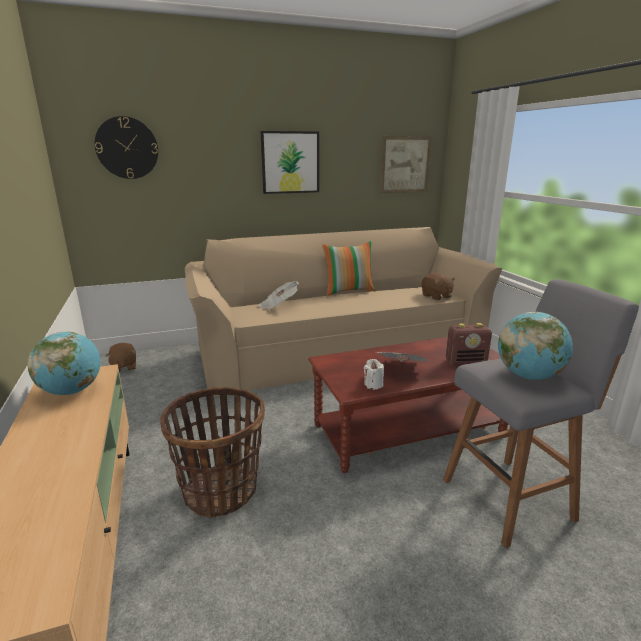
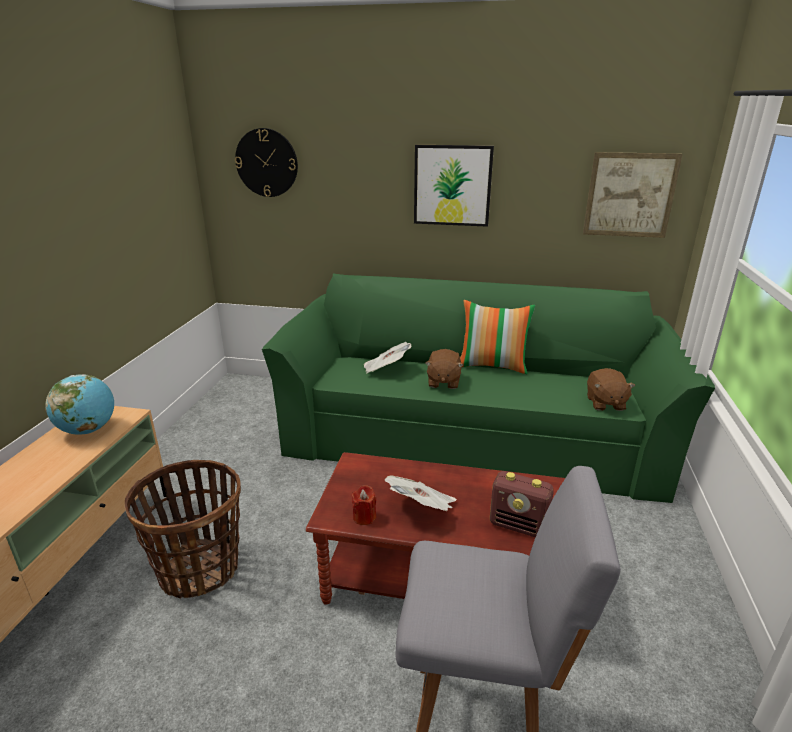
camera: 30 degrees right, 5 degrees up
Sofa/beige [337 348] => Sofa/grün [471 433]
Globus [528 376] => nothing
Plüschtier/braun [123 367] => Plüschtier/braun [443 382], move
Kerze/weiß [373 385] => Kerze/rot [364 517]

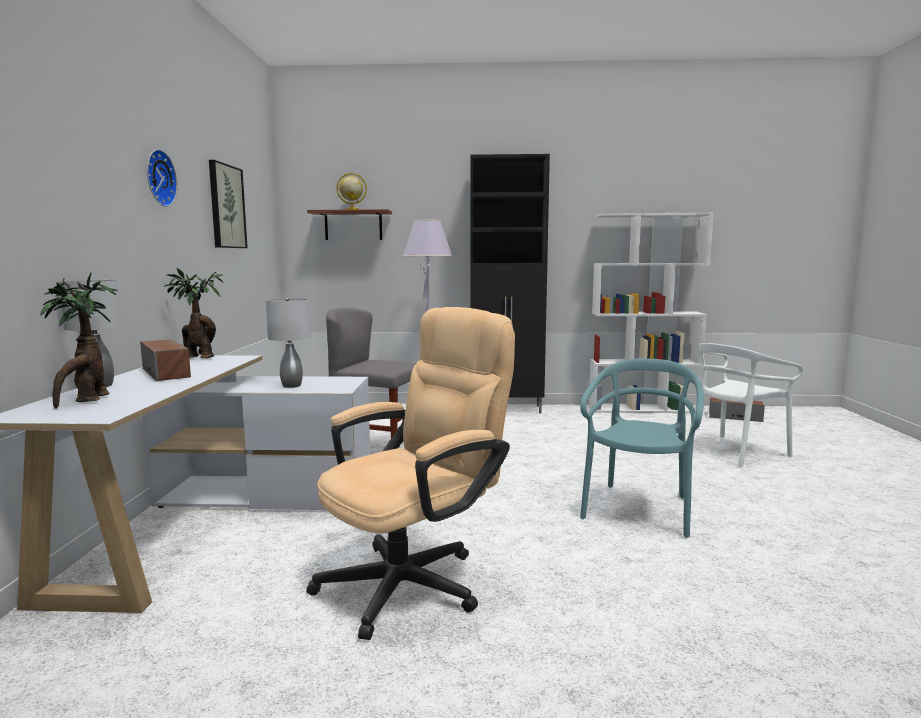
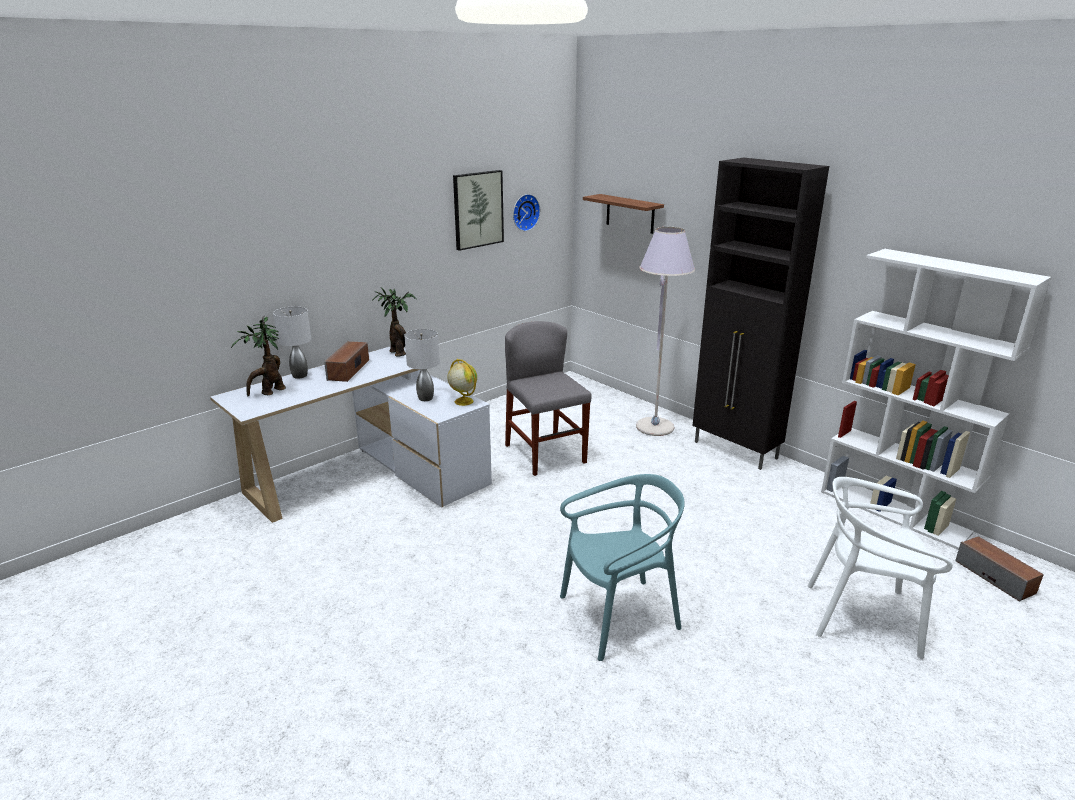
camera: 45 degrees right, 15 degrees up
Wanduhr [158 178] => Wanduhr [524 212], move
Globus [351 210] => Globus [463 401], move
Bürostuhl/beige [415 580] => nothing

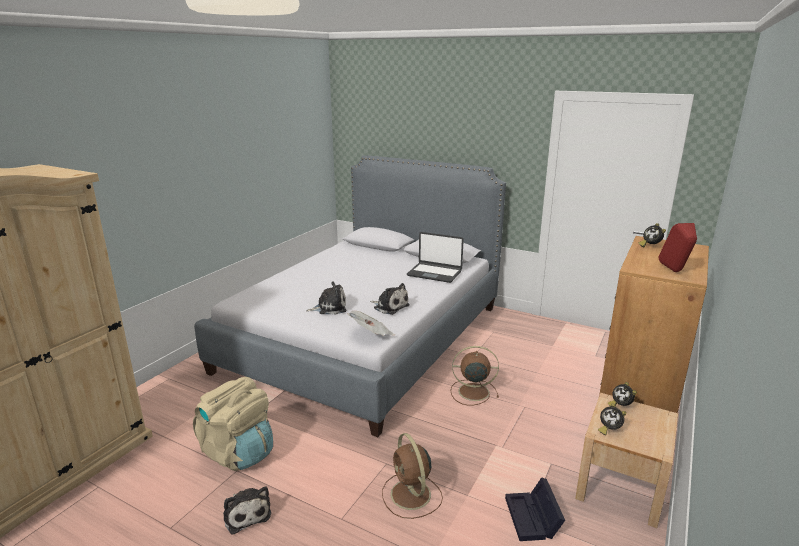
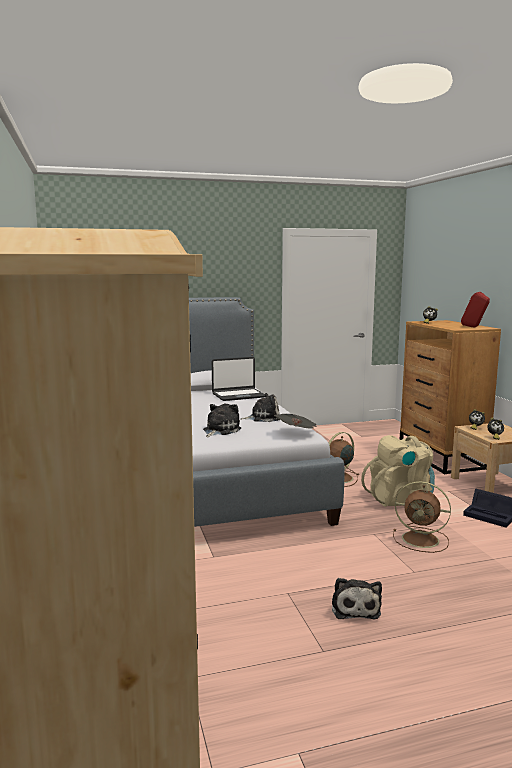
camera: 45 degrees left, 10 degrees down
Rucksack/beige [238 452] => Rucksack/beige [400 499], move
Plüschtier [246 513] => Plüschtier [355 607], 75 degrees clockwise

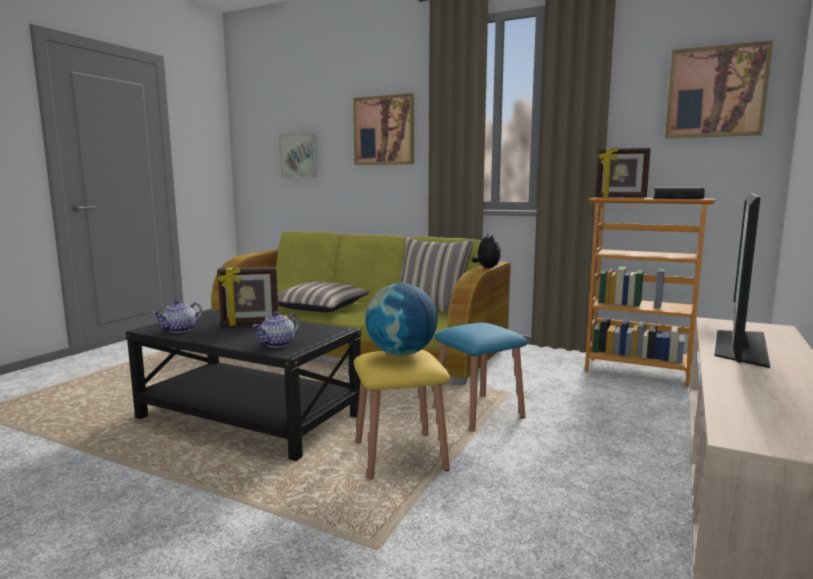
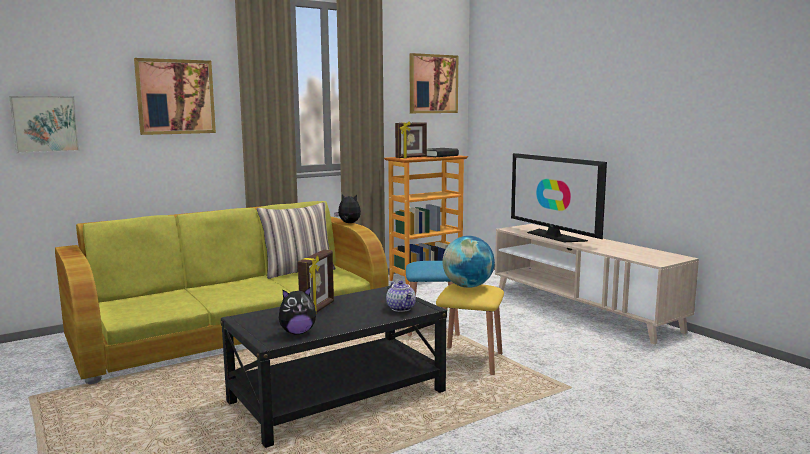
camera: 60 degrees left, 0 degrees up
Kissen [319 308] => nothing
Teekanne [179 330] => Plüschtier [297 332]

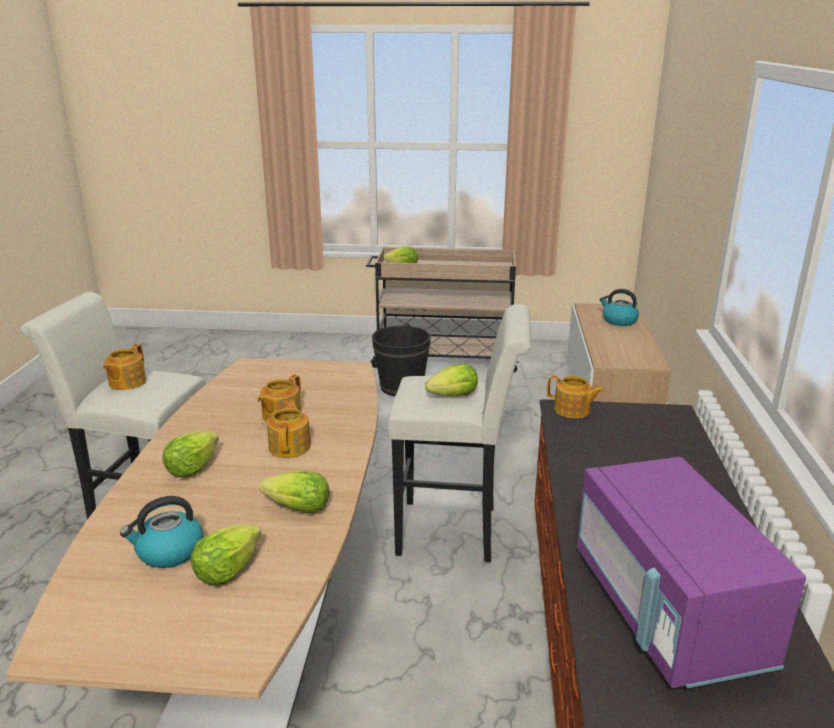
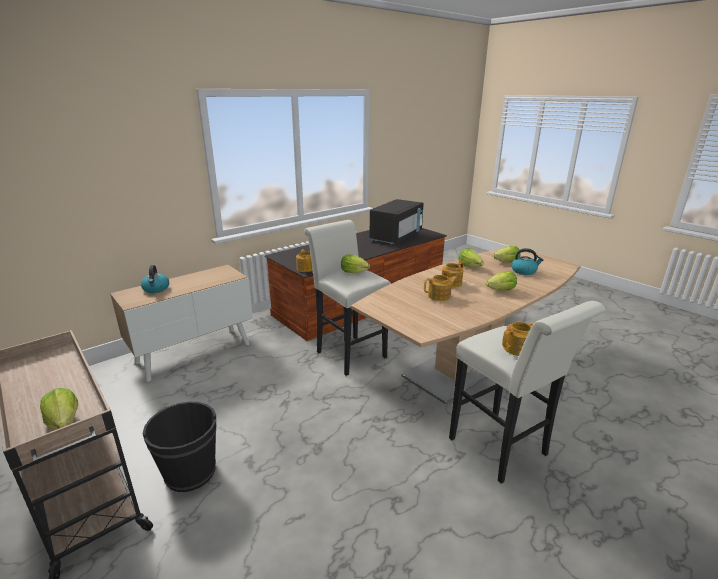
camera: 135 degrees left, 0 degrees up
Mikrowelle/lila [667 611] => Mikrowelle/schwarz [396 237]

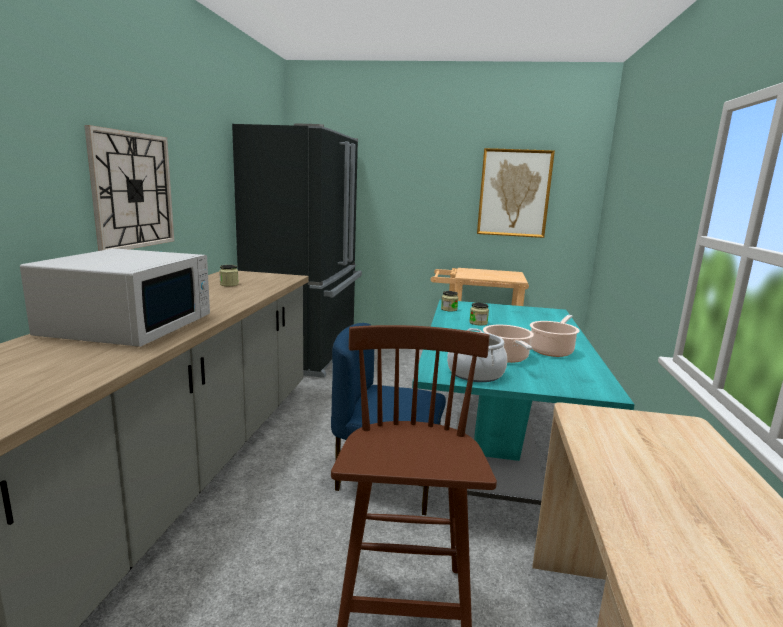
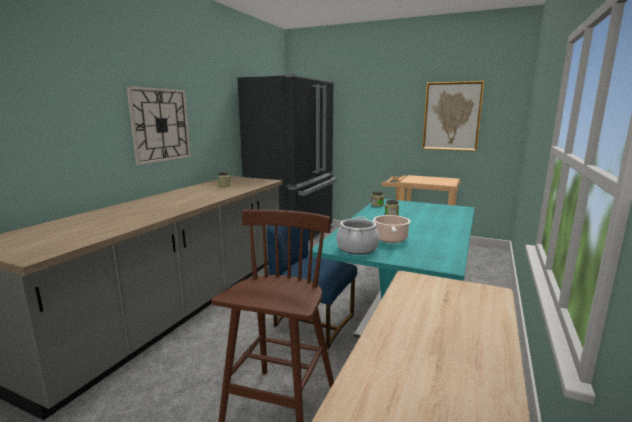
camera: 15 degrees right, 0 degrees up
Mikrowelle/weiß [130 325] => nothing
Kochtopf [552 350] => nothing

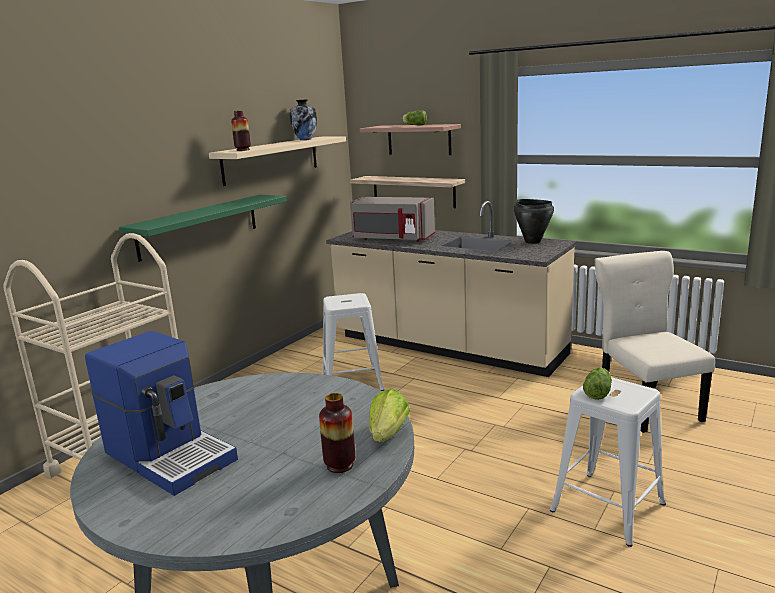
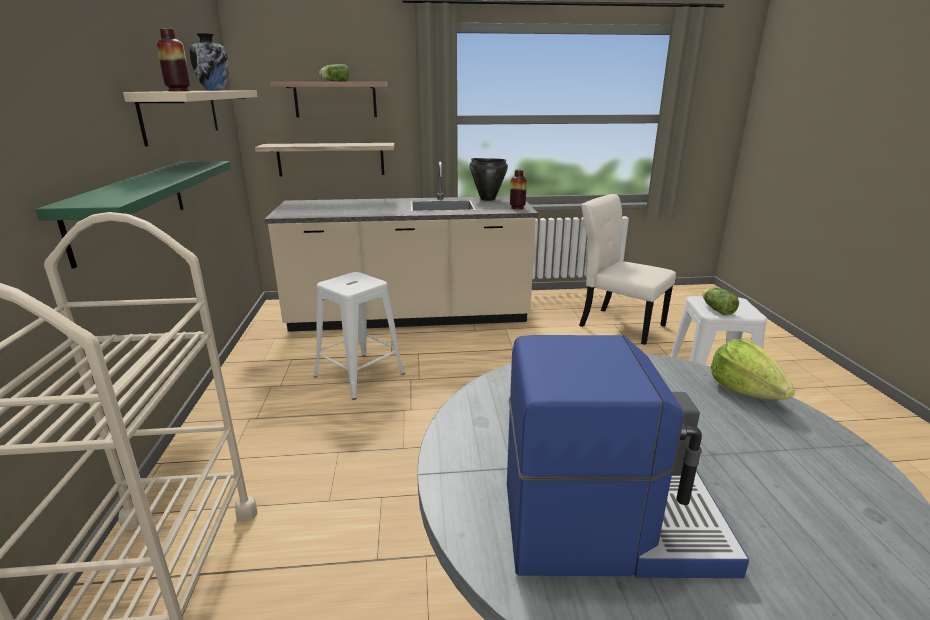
camera: 40 degrees left, 5 degrees up
Mikrowelle/grau [392 239] => nothing
Vase [340 465] => Vase [517 208], move

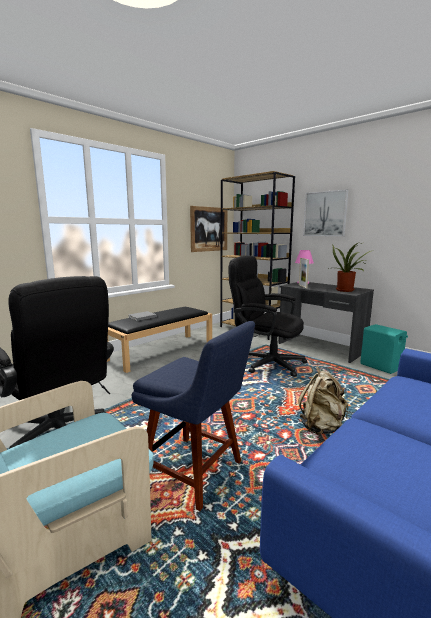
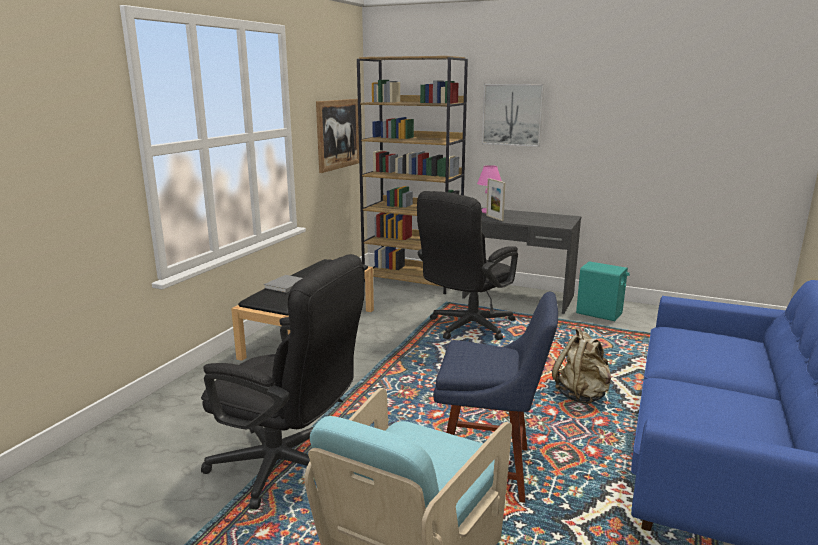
camera: 20 degrees left, 5 degrees up
Topfpflanze [346 290] => nothing
Bürostuhl/schwarz [265 362] => Bürostuhl/schwarz [466 328], 60 degrees counterclockwise

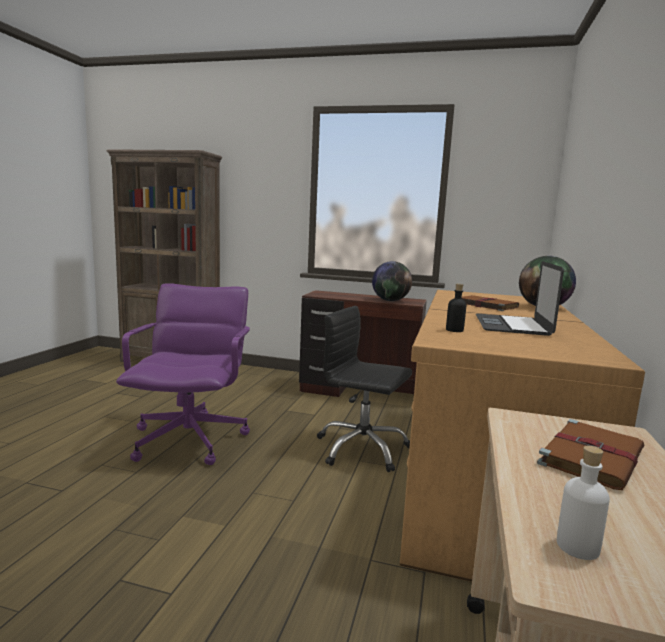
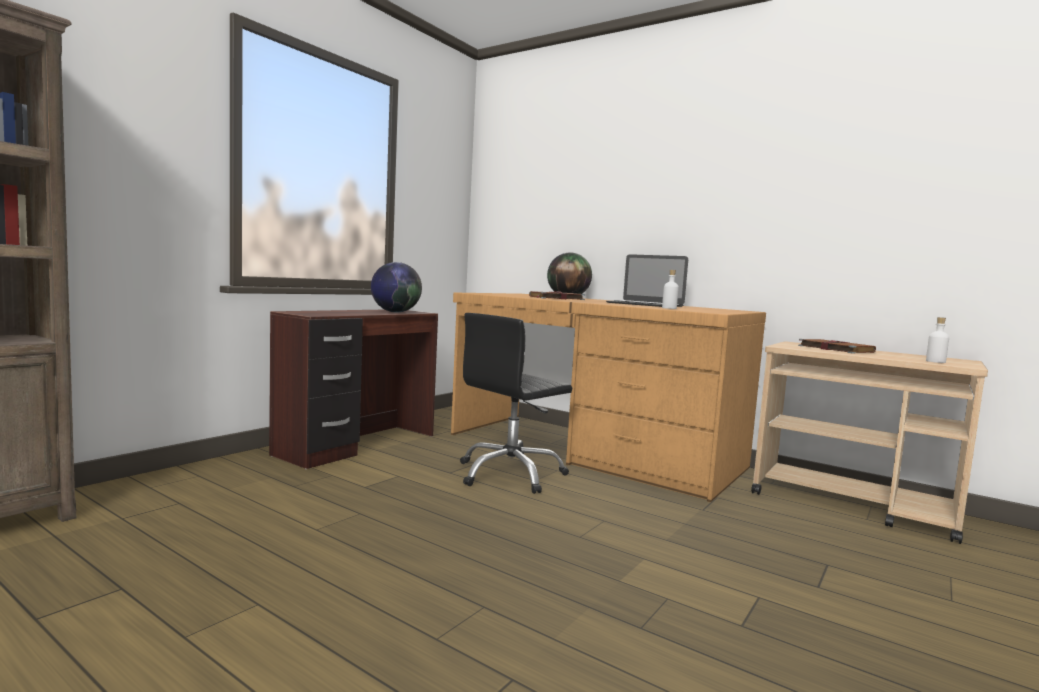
camera: 70 degrees left, 5 degrees down
Bürostuhl/lila [190 439] => nothing
Flasche/schwarz [454 330] => Flasche/weiß [669 308]

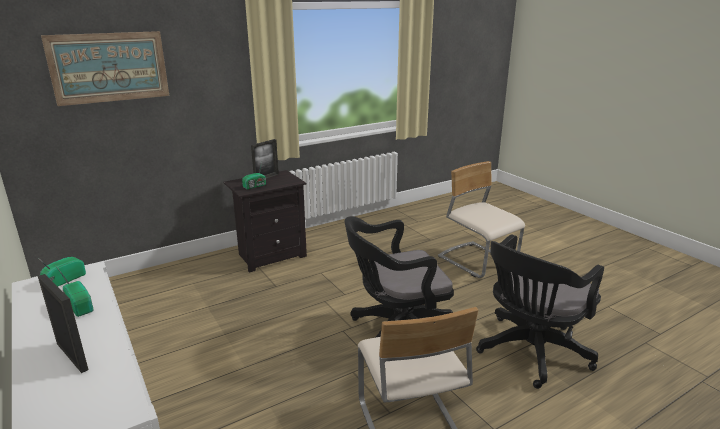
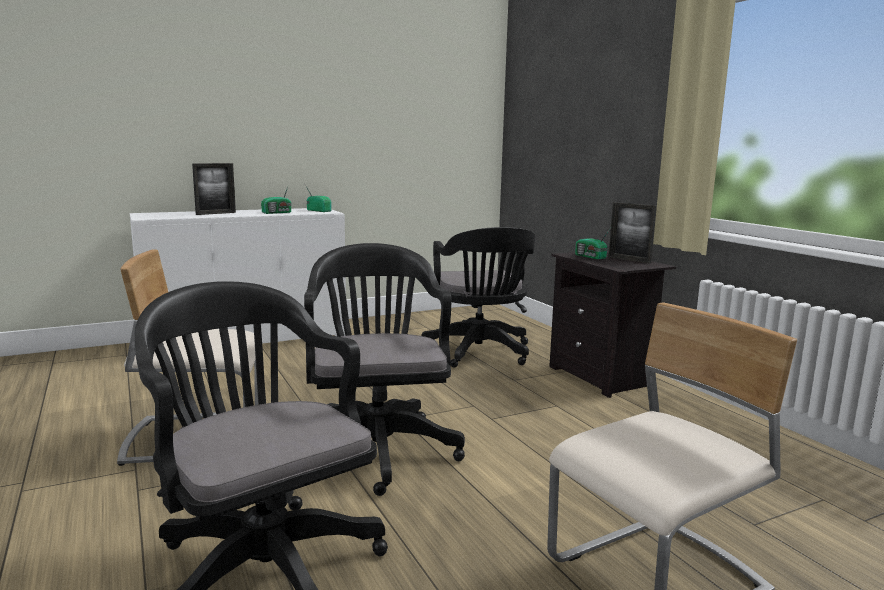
camera: 95 degrees right, 10 degrees down
Bild [109 67] => nothing
nothing => Bürostuhl/schwarz [480 353]

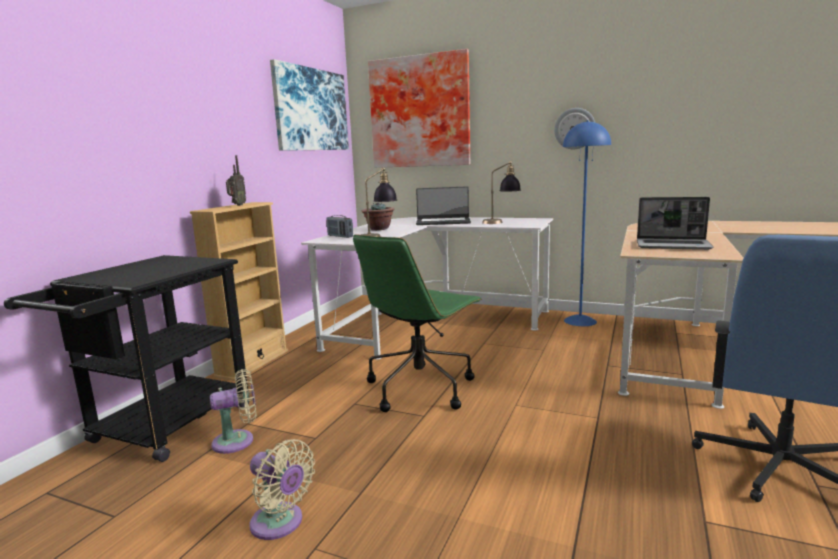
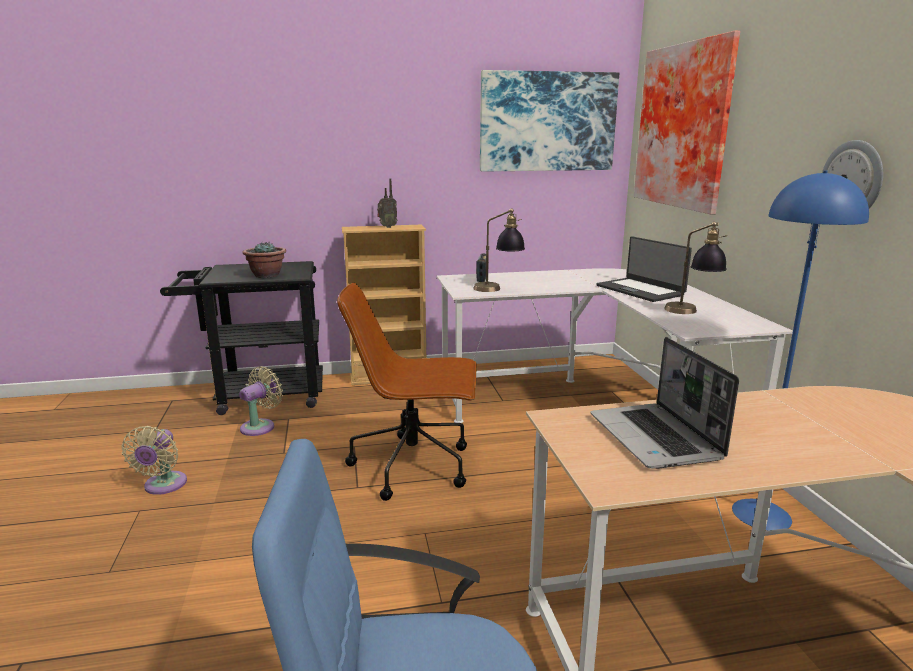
camera: 55 degrees right, 5 degrees up
Topfpflanze [379 229] => Topfpflanze [266 275], move
Bürostuhl/grün [420 387] => Bürostuhl/braun [414 465]
Ventilator/beige [238 441] => Ventilator/beige [260 426], 90 degrees counterclockwise

